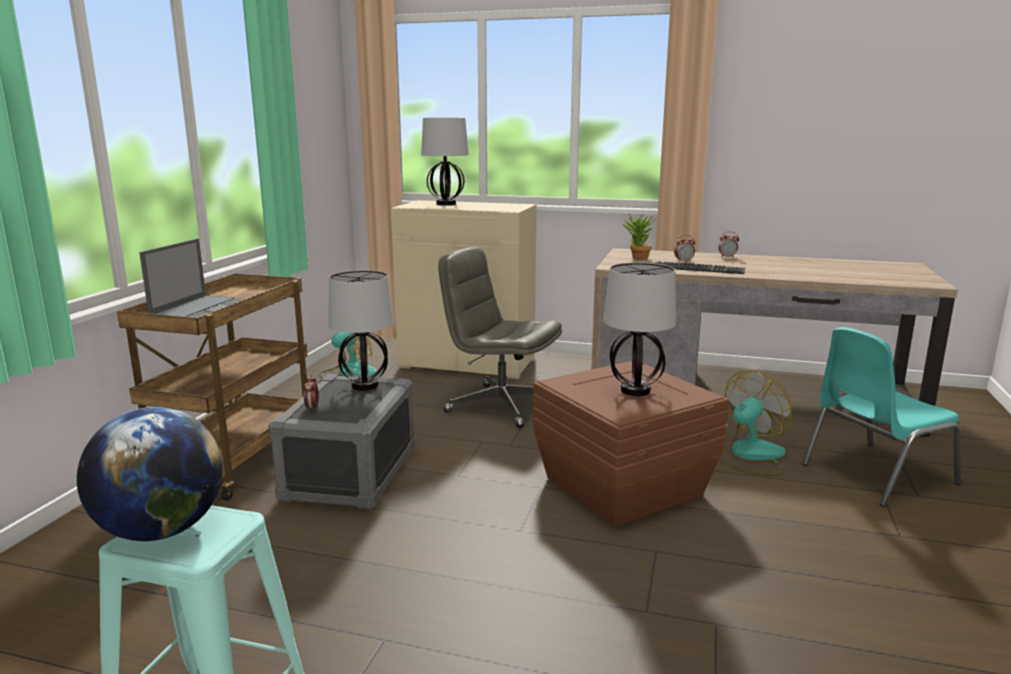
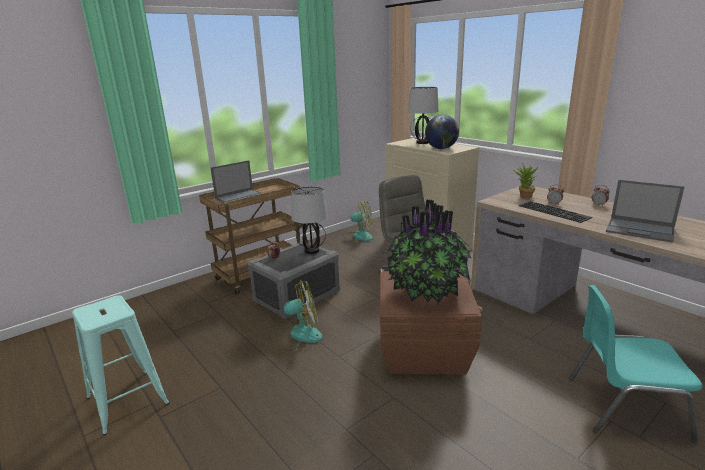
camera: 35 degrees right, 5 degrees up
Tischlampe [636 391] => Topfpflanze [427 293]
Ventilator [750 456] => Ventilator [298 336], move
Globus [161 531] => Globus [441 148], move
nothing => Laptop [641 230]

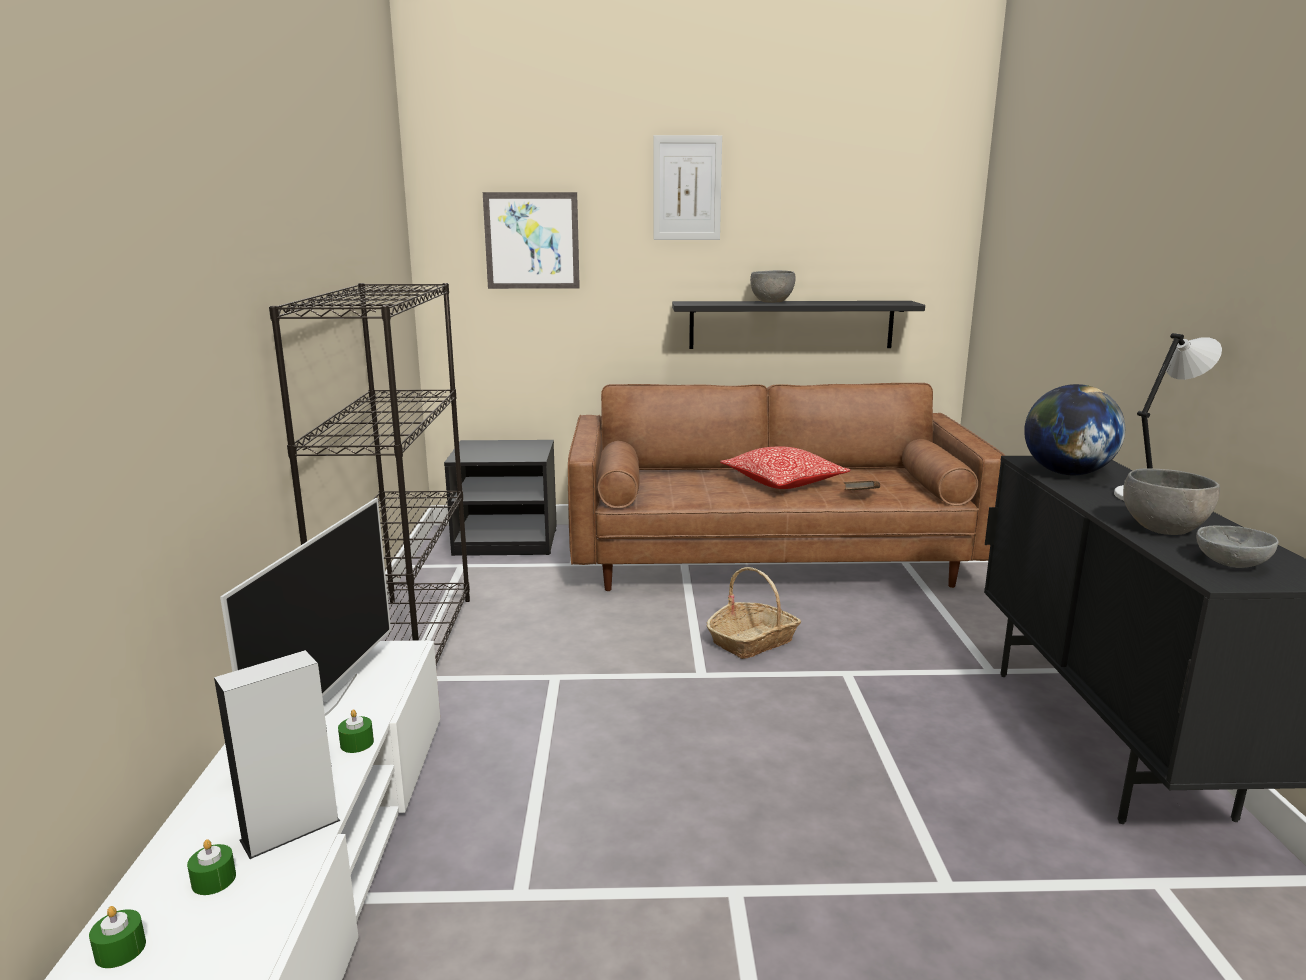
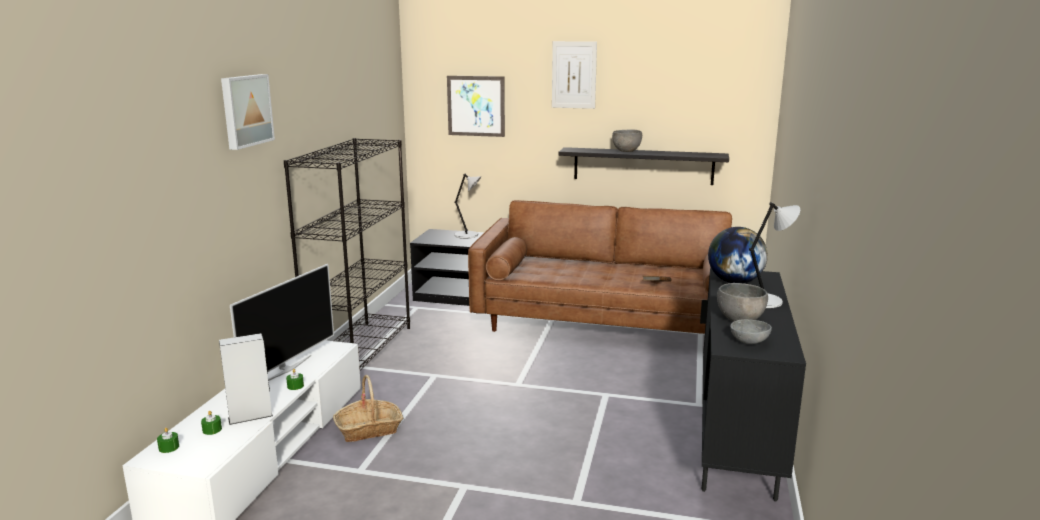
camera: 15 degrees right, 0 degrees up
Kissen [783 482] => nothing
Korb [753 641] => Korb [369 429], move
nothing => Bild [245 110]
nothing => Tischlampe/grau [467 235]

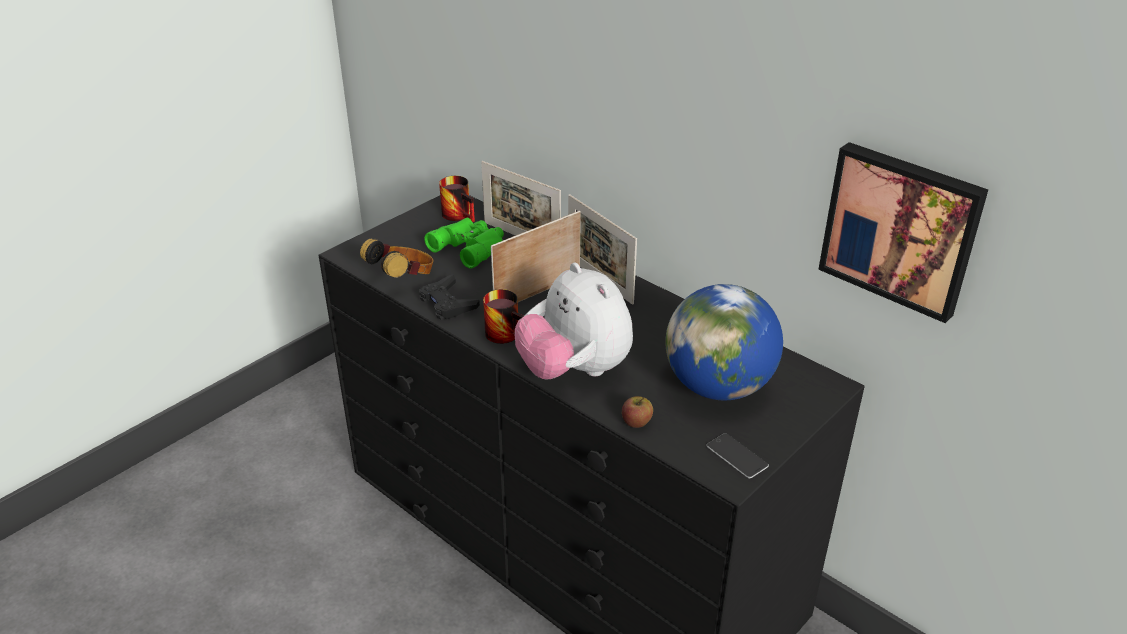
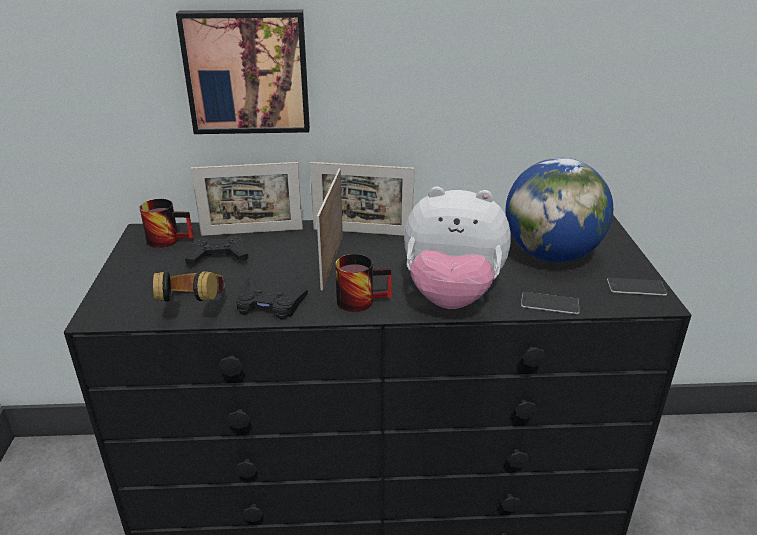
camera: 45 degrees left, 5 degrees down
Bild [901 229] => Bild [247 72], move
Fernglas/grün [471 246] => Gamepad/schwarz [218 256]
Apfel [636 421] => Handy [550 303]

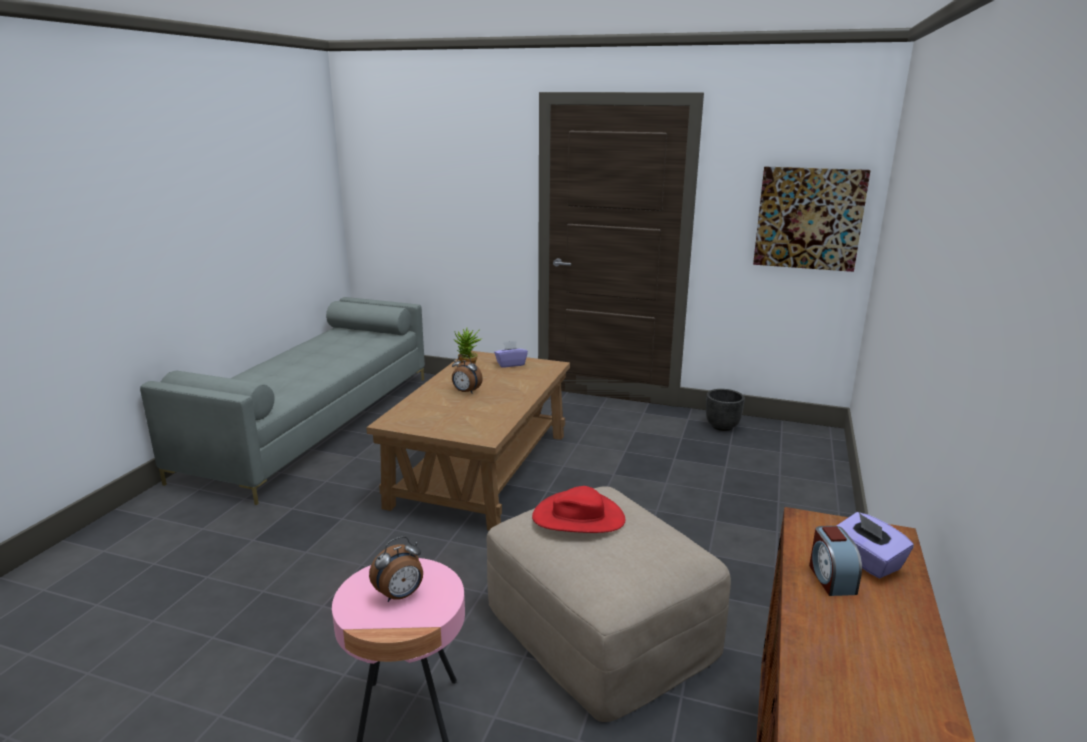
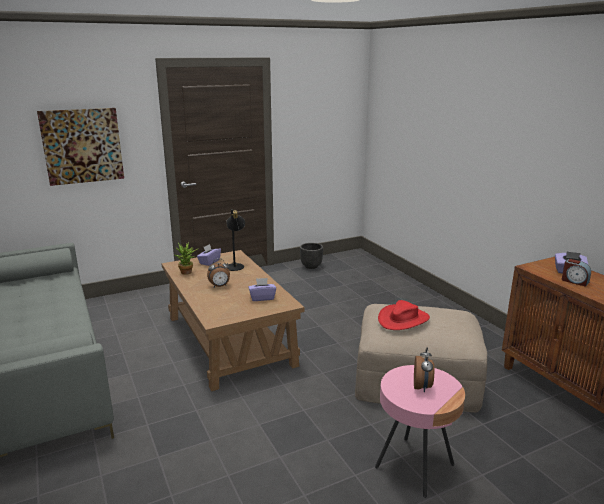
camera: 45 degrees left, 0 degrees up
Bild [809 218] => Bild [82 146], move
nothing => Tischlampe/schwarz [235 265]
nothing => Taschentuchbox/lila [262 298]

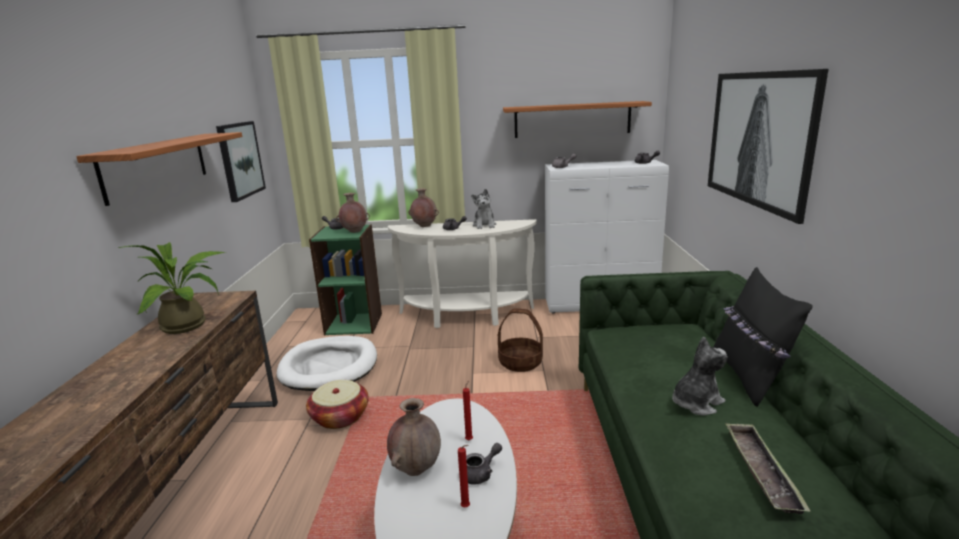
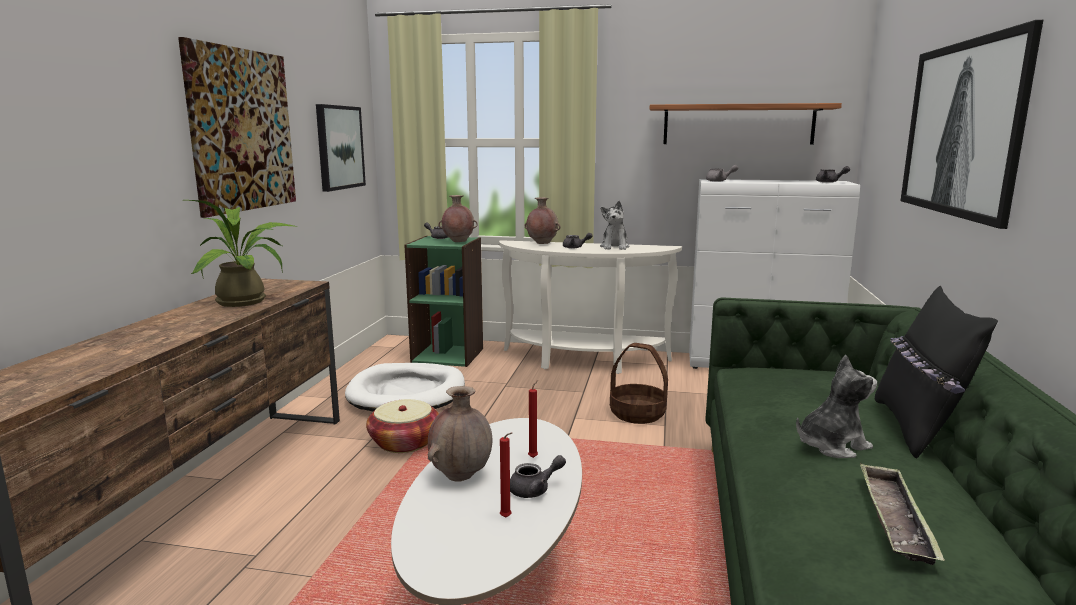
camera: 10 degrees right, 5 degrees down
Wandregal [157 165] => Bild [242 130]

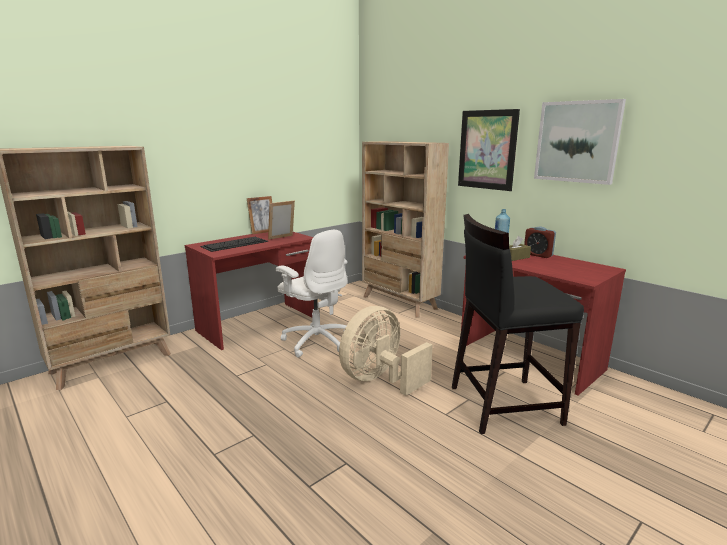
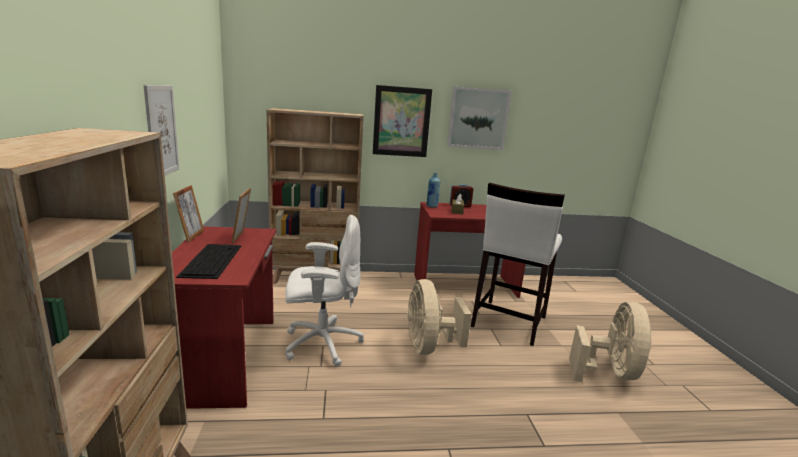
camera: 55 degrees left, 0 degrees up
Hocker/schwarz [503 404] => Hocker/weiß [508 322]
nothing => Bild [161 131]
nothing => Ventilator/beige [609 372]

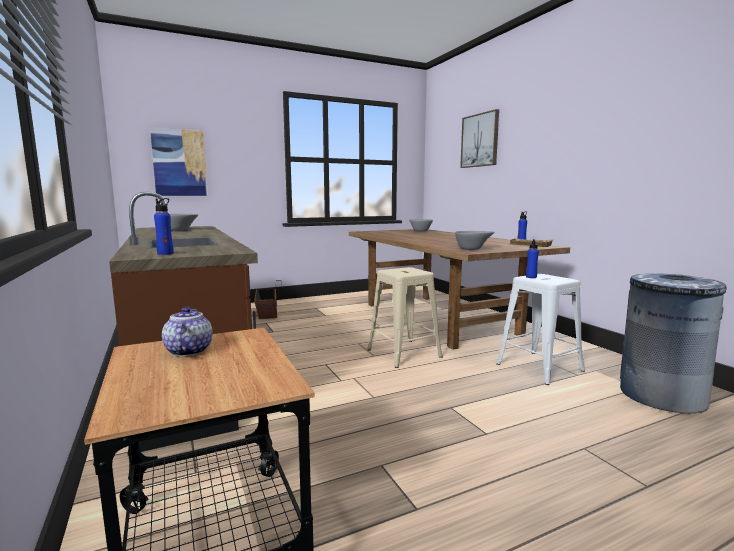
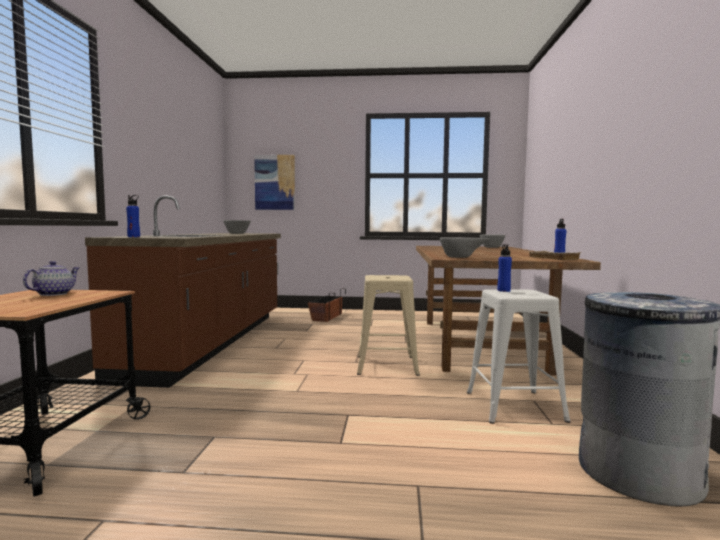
camera: 30 degrees right, 5 degrees down
Bild [480 140] => nothing

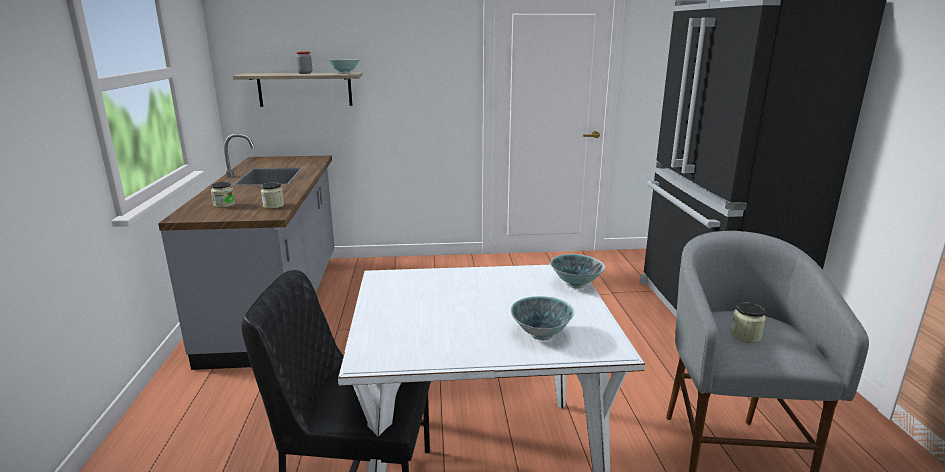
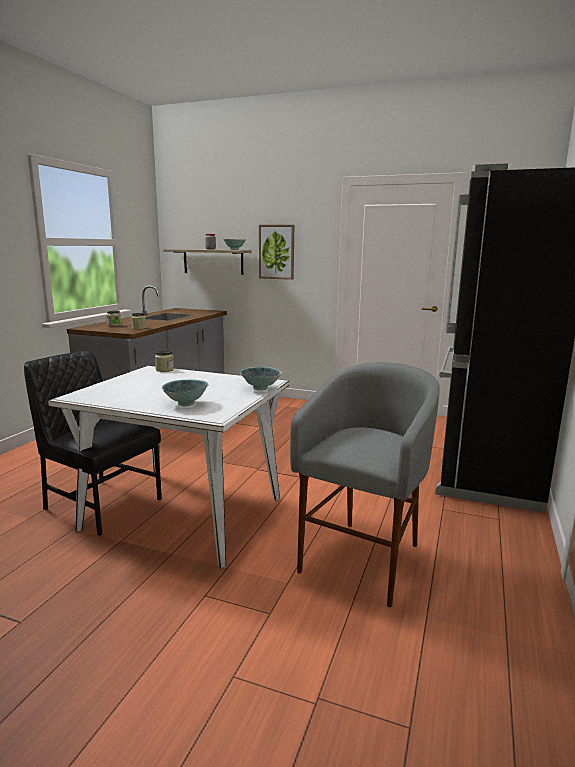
camera: 25 degrees right, 5 degrees down
Vorratsglas [745 335] => Vorratsglas [164 370], move
nothing => Bild [276 252]

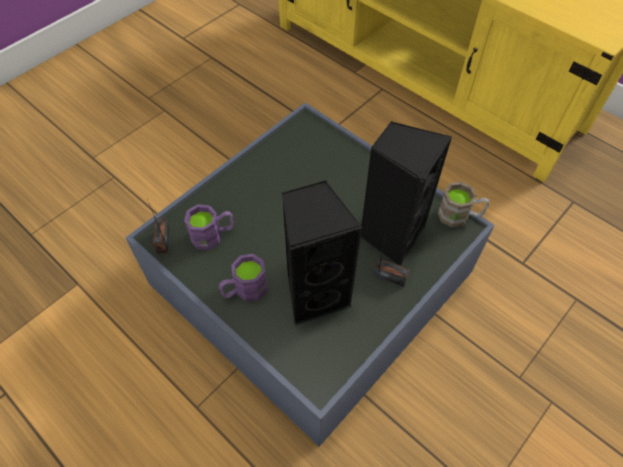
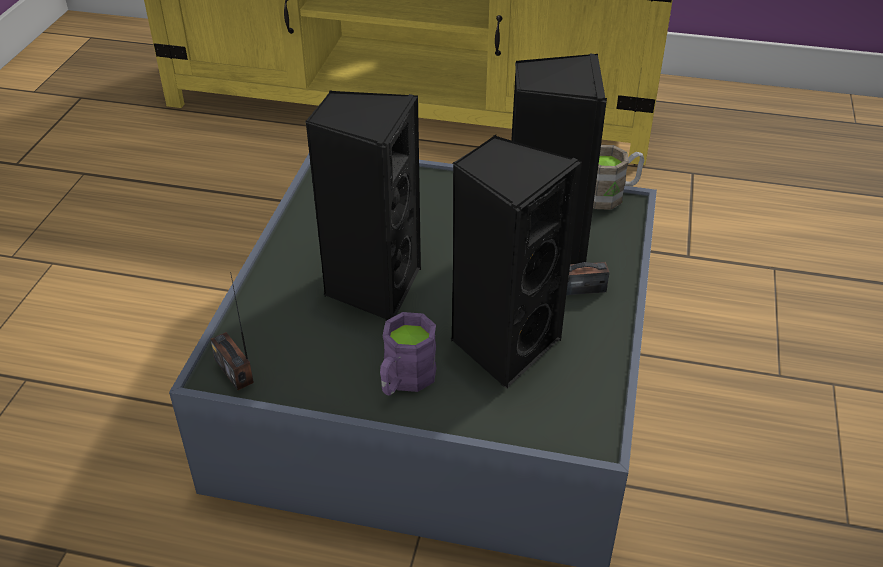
camera: 30 degrees left, 15 degrees down
Henkelbecher/lila [213 235] => nothing
nothing => Lautsprecher/schwarz [372 286]

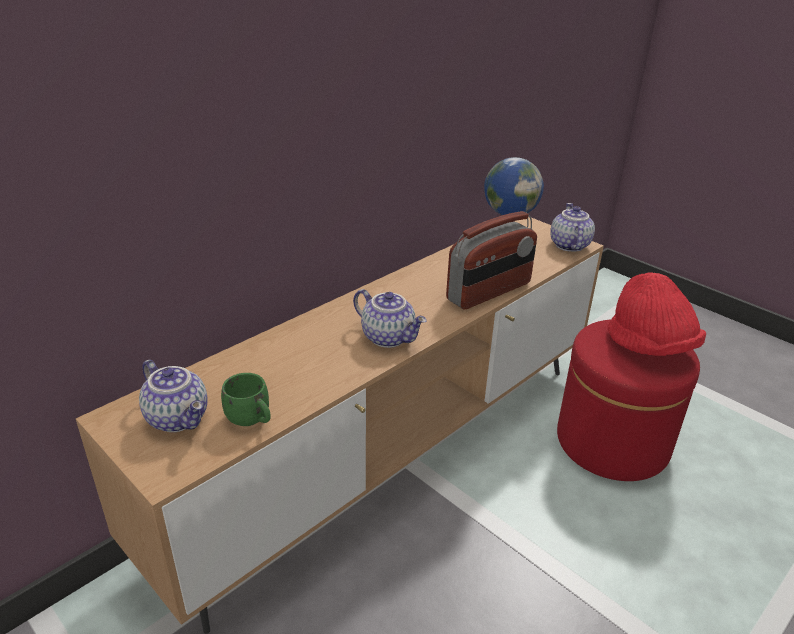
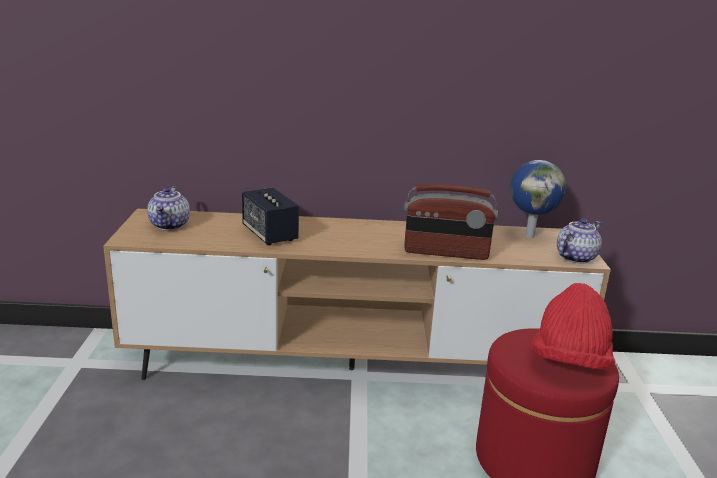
camera: 45 degrees right, 10 degrees down
Teekanne [389 337] => nothing
Henkelbecher/grün [251 420] => nothing
nothing => Lautsprecher [270 234]

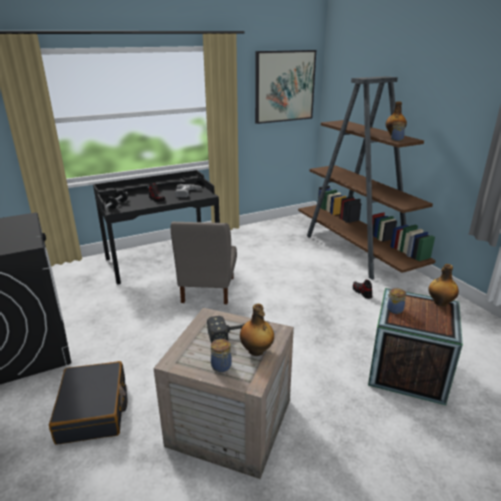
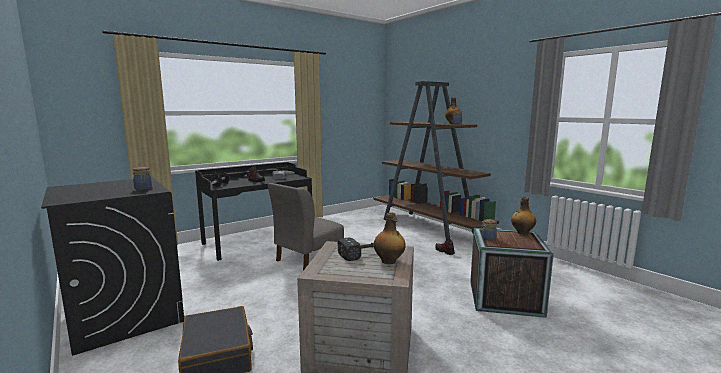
camera: 10 degrees left, 15 degrees down
Bild [284 86] => nothing
Stuhl/grau [207 290] => Stuhl/grau [307 258], 45 degrees clockwise
Vorratsglas [221 367] => Vorratsglas [143 189], move

